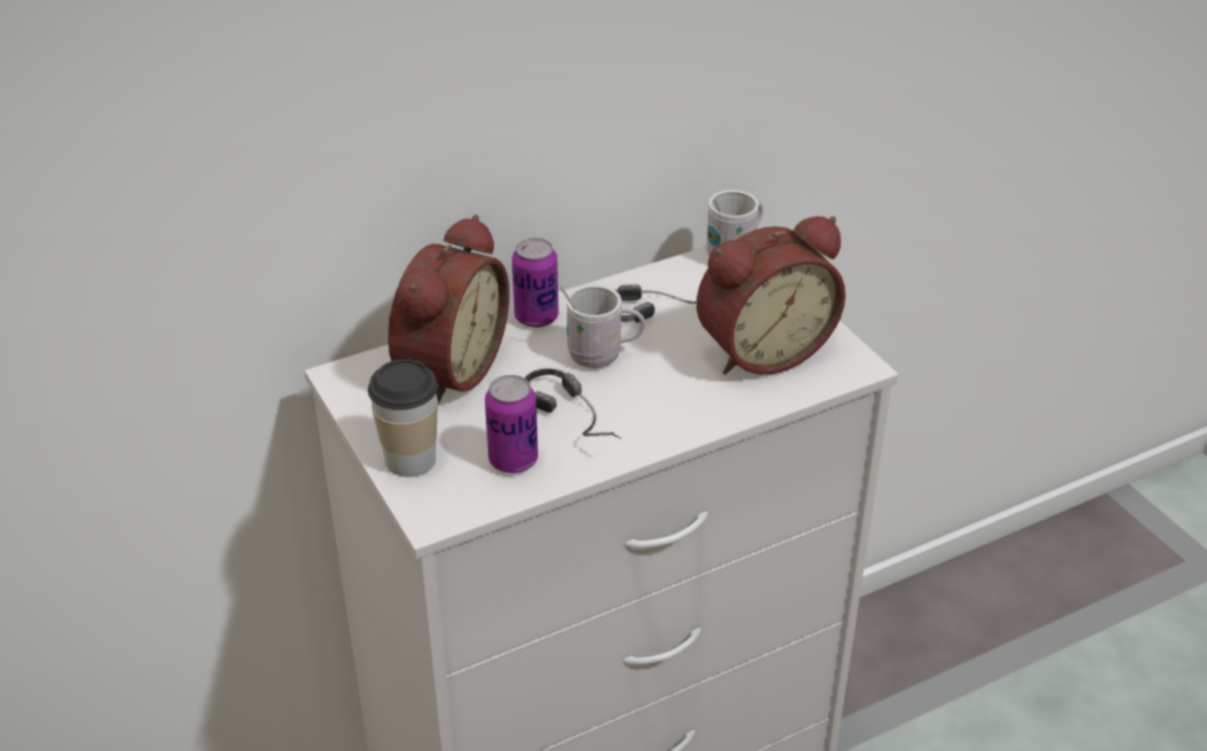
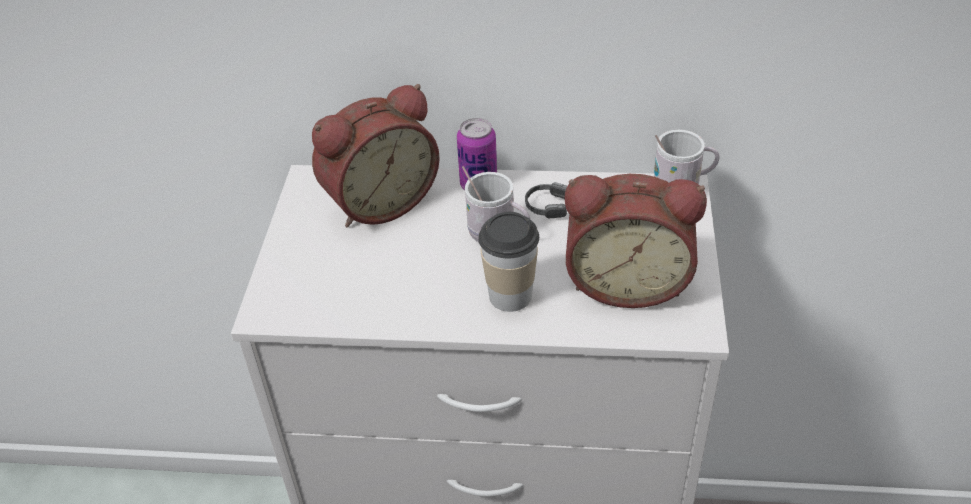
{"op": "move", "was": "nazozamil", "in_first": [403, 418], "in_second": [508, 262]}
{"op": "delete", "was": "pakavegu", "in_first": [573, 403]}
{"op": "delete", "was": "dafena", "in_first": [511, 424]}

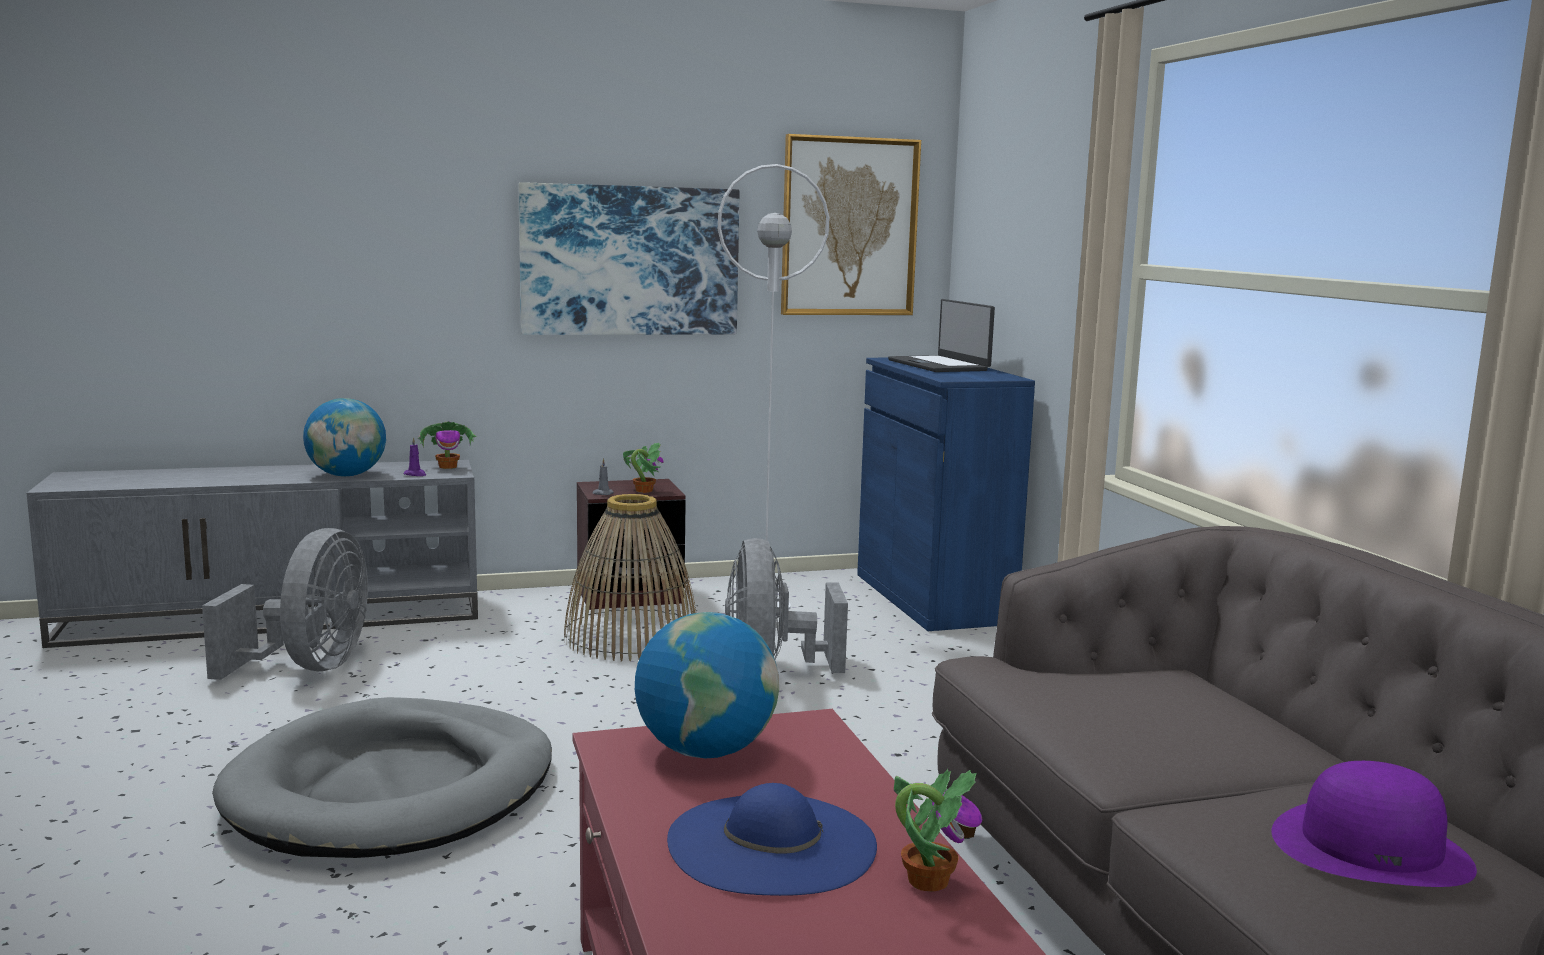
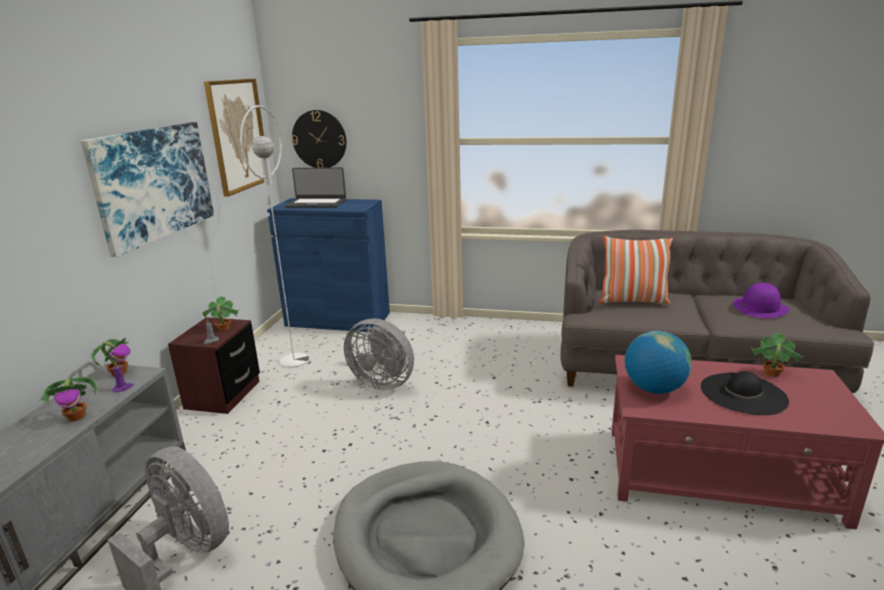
{"op": "replace", "was": "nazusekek", "now": "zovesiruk", "in_first": [344, 437], "in_second": [69, 399]}
{"op": "delete", "was": "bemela", "in_first": [630, 578]}
{"op": "recolor", "was": "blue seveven", "now": "black seveven", "in_first": [772, 839], "in_second": [745, 393]}
{"op": "insert", "now": "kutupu", "in_second": [319, 139]}
{"op": "insert", "now": "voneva", "in_second": [636, 270]}

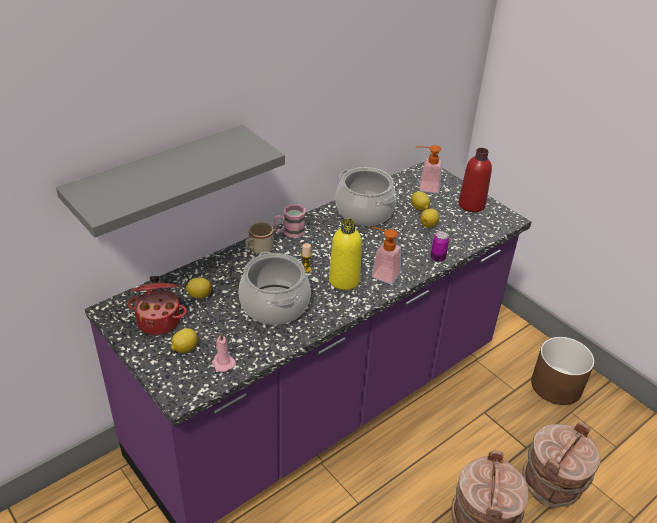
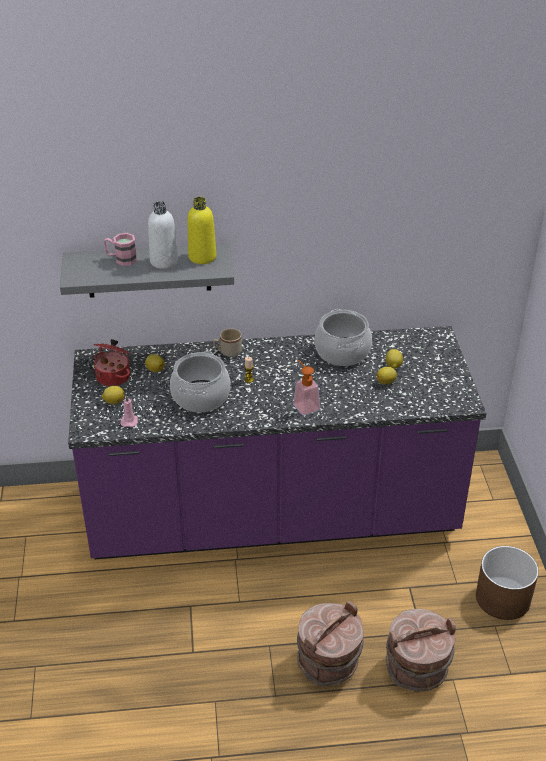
{"op": "delete", "was": "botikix", "in_first": [429, 169]}
{"op": "delete", "was": "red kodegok", "in_first": [475, 180]}
{"op": "move", "was": "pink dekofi", "in_first": [289, 221], "in_second": [120, 249]}
{"op": "move", "was": "yellow kodegok", "in_first": [345, 254], "in_second": [201, 230]}
{"op": "delete", "was": "dafena", "in_first": [439, 246]}
{"op": "insert", "now": "white kodegok", "in_second": [163, 235]}

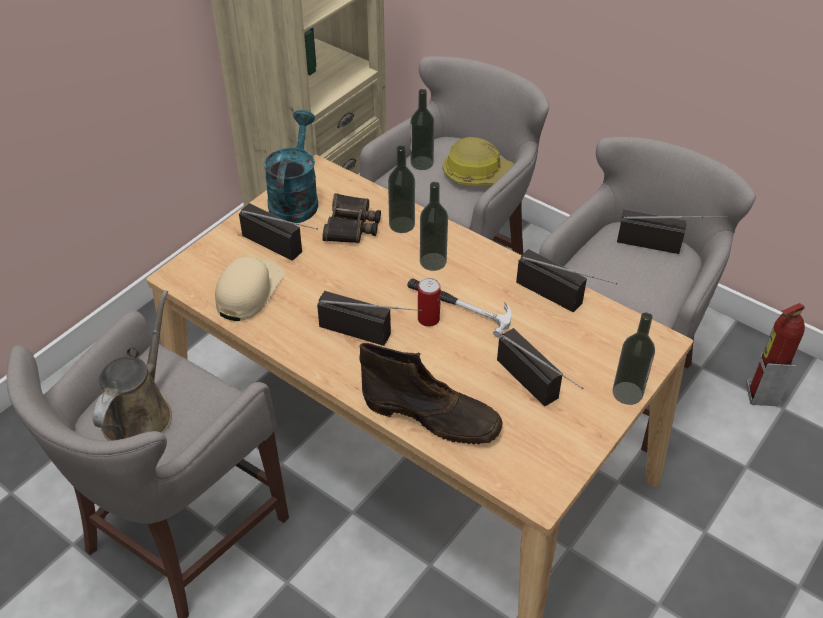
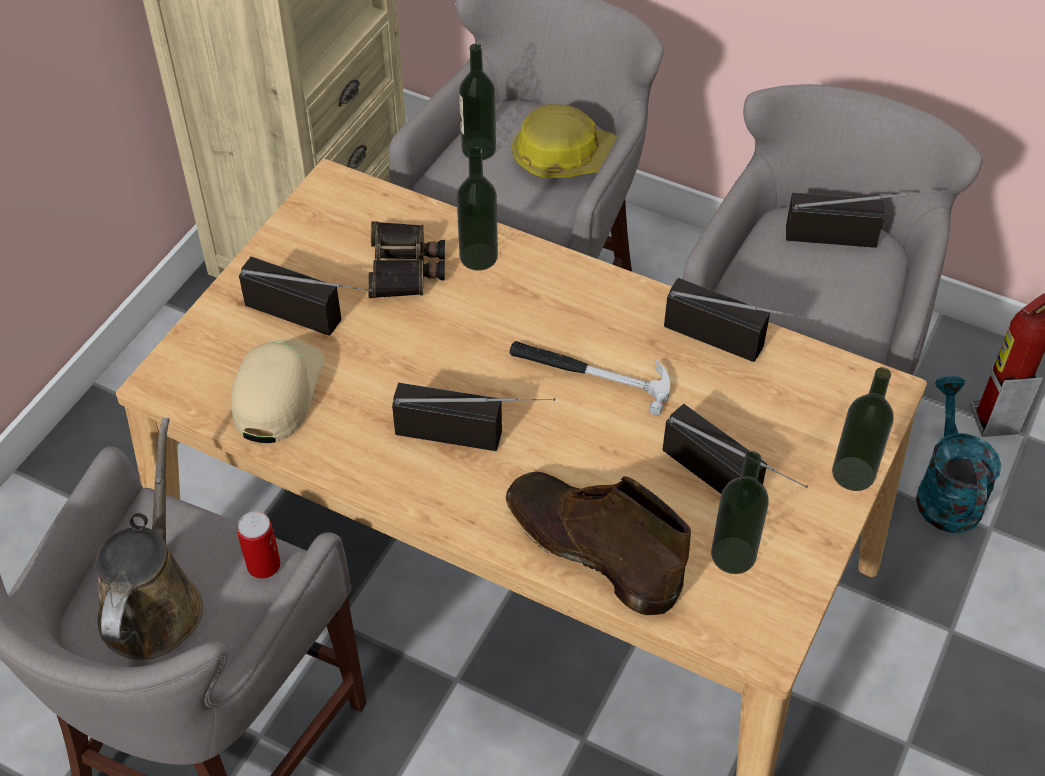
{"op": "move", "was": "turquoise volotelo", "in_first": [291, 166], "in_second": [958, 454]}
{"op": "move", "was": "kodegok", "in_first": [434, 226], "in_second": [740, 512]}
{"op": "move", "was": "dafena", "in_first": [429, 302], "in_second": [259, 545]}
{"op": "rotate", "was": "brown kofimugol", "in_first": [431, 394], "in_second": [598, 543], "clockwise": -150}

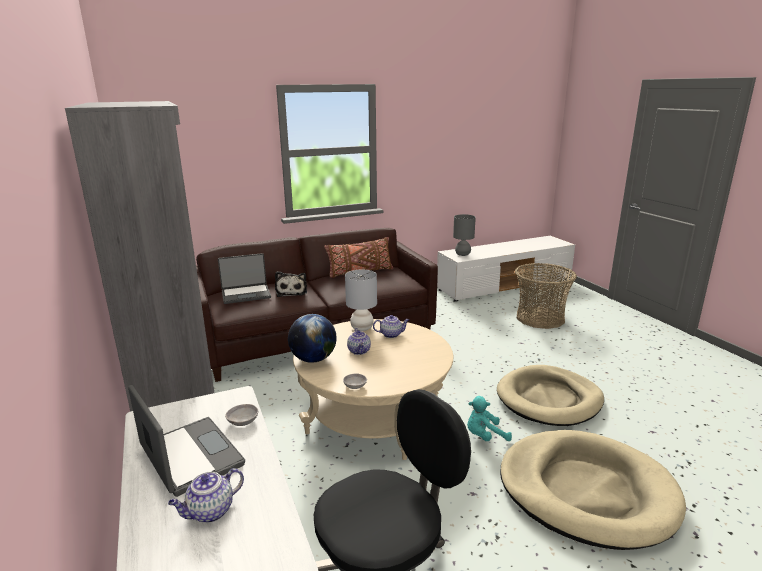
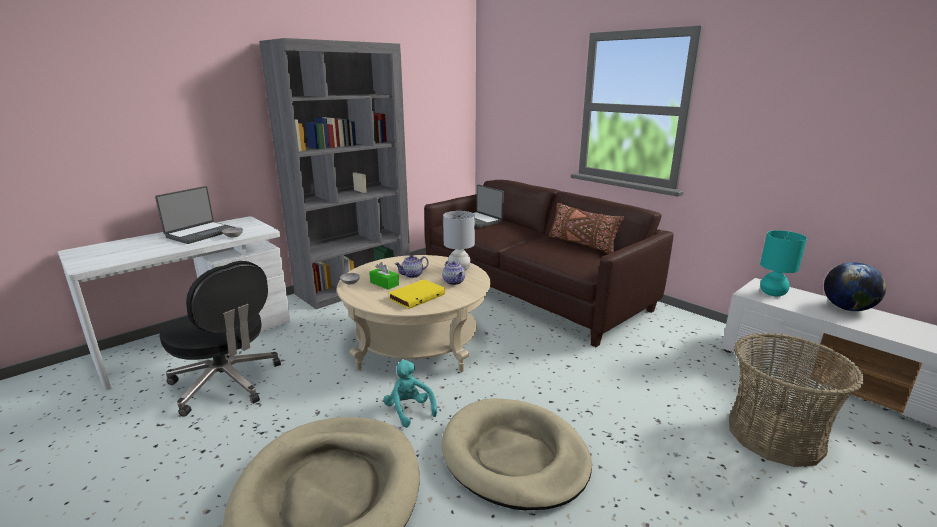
{"op": "recolor", "was": "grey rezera", "now": "turquoise rezera", "in_first": [464, 235], "in_second": [783, 263]}
{"op": "delete", "was": "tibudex", "in_first": [291, 284]}
{"op": "move", "was": "nazusekek", "in_first": [312, 338], "in_second": [855, 286]}
{"op": "delete", "was": "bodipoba", "in_first": [206, 495]}
{"op": "insert", "now": "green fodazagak", "in_second": [384, 276]}
{"op": "insert", "now": "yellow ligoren", "in_second": [416, 294]}

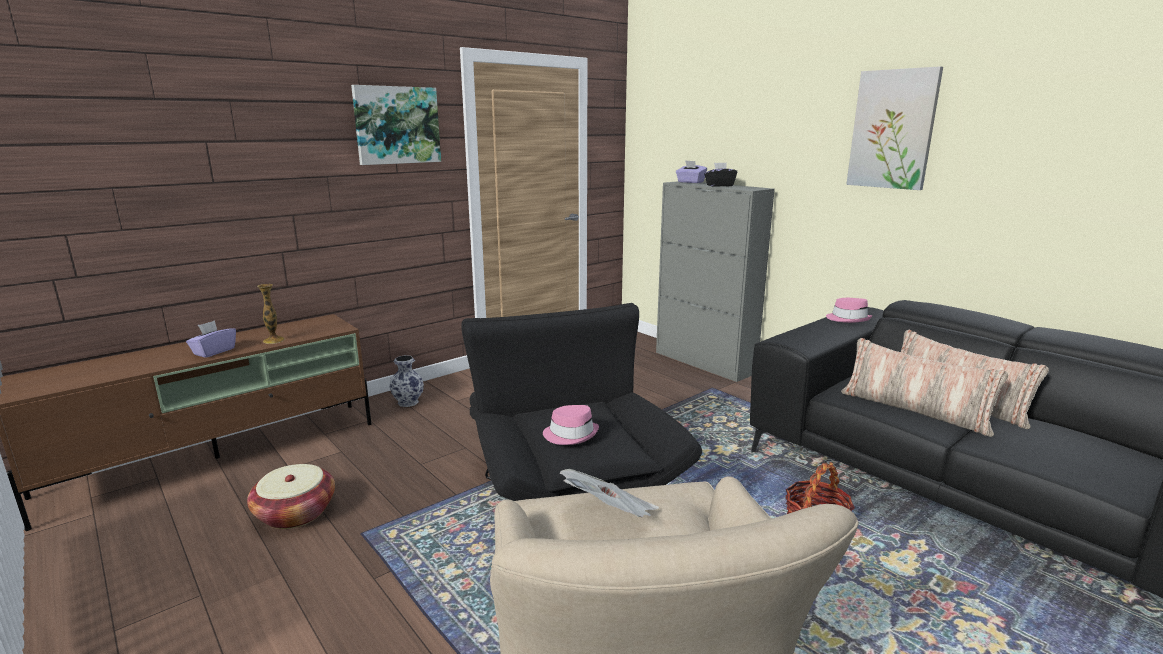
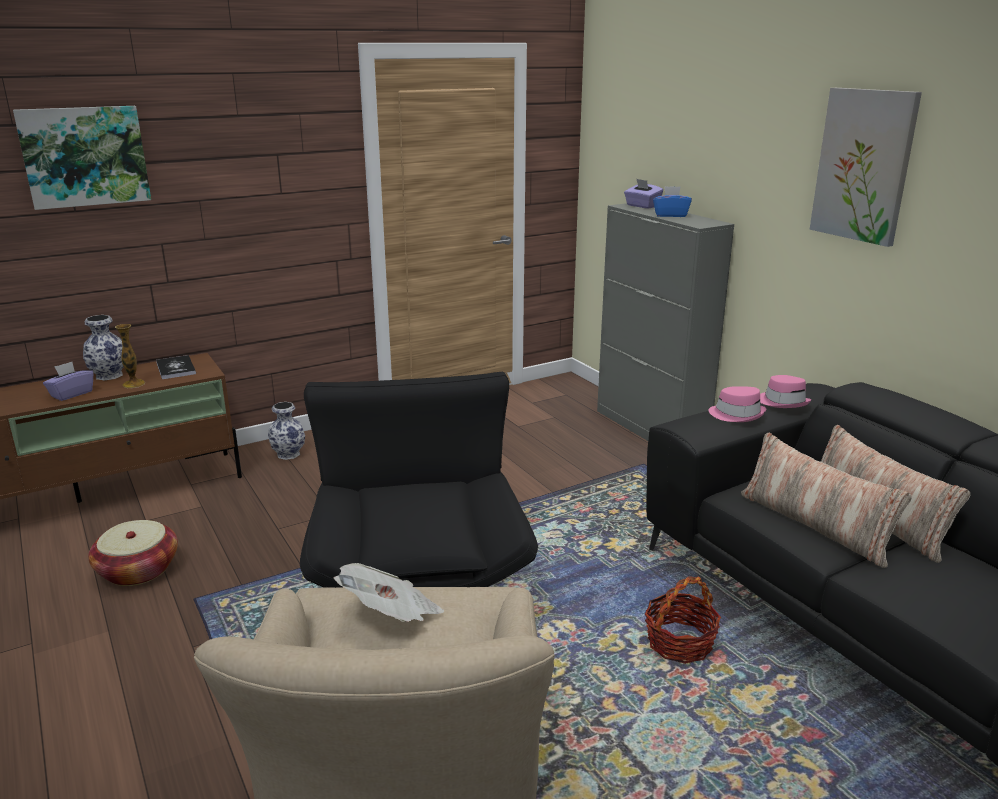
{"op": "move", "was": "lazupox", "in_first": [396, 125], "in_second": [82, 158]}
{"op": "recolor", "was": "black fodazagak", "now": "blue fodazagak", "in_first": [720, 174], "in_second": [672, 201]}
{"op": "move", "was": "pink seveven", "in_first": [571, 425], "in_second": [737, 404]}
{"op": "insert", "now": "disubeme", "in_second": [103, 348]}
{"op": "insert", "now": "ligoren", "in_second": [176, 367]}

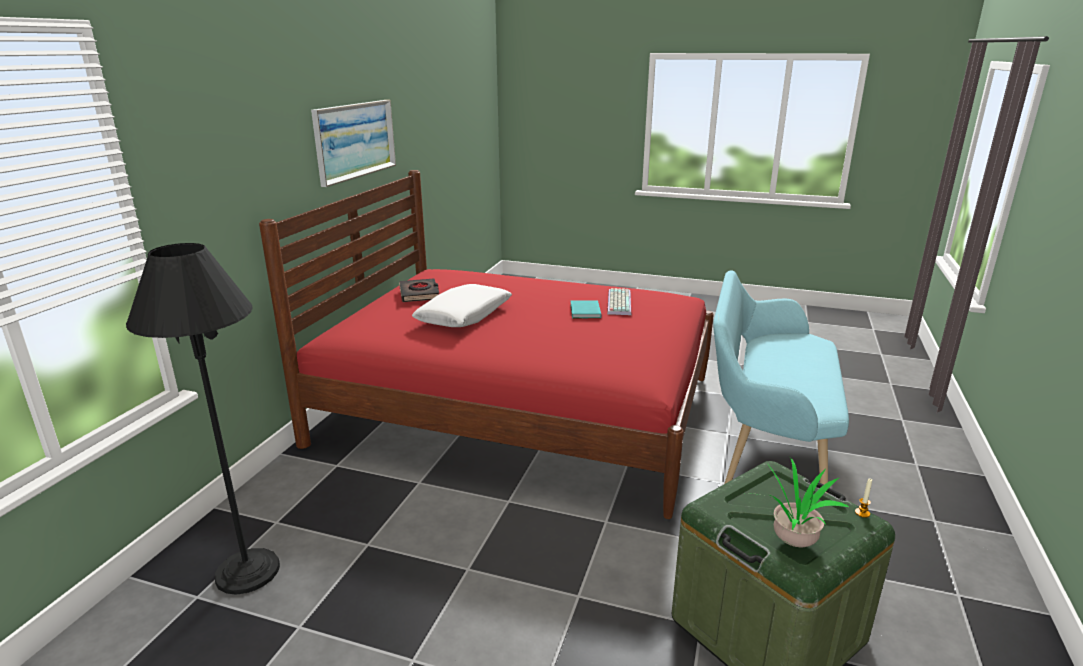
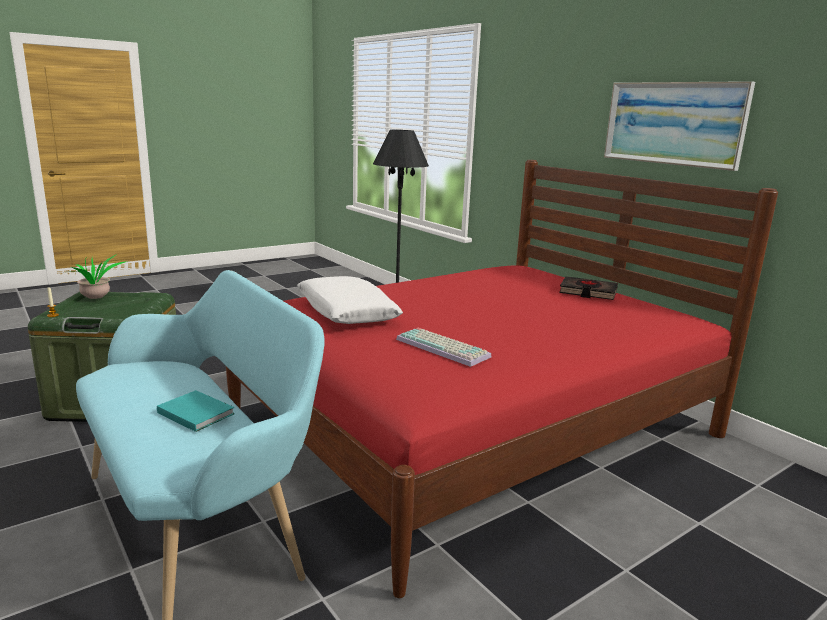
{"op": "move", "was": "white voneva", "in_first": [462, 305], "in_second": [350, 300]}
{"op": "move", "was": "turquoise ligoren", "in_first": [585, 309], "in_second": [196, 411]}

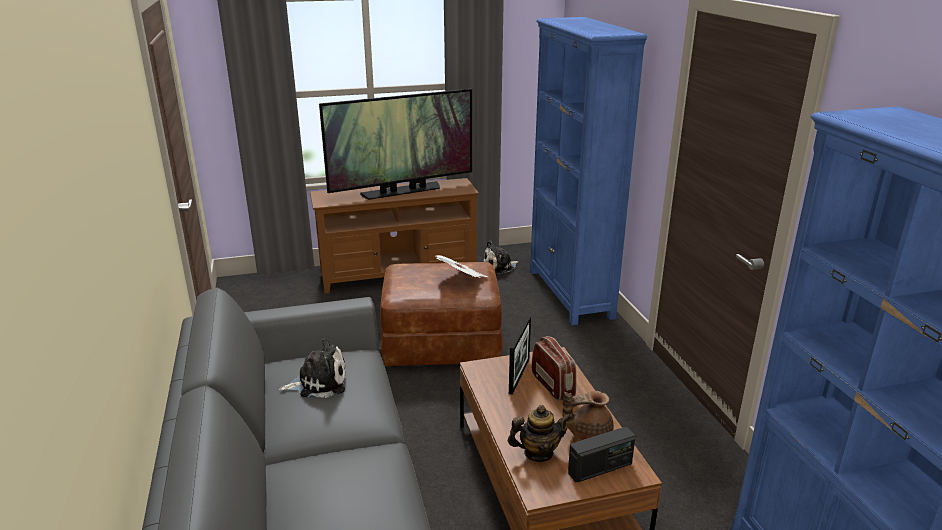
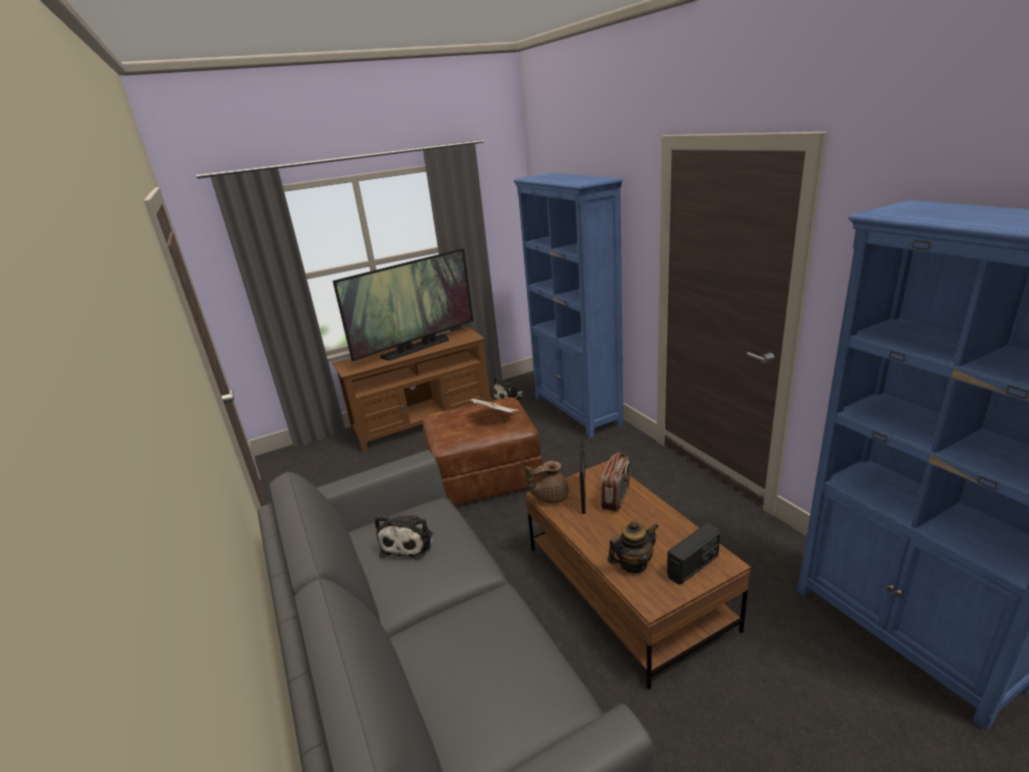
{"op": "rotate", "was": "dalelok", "in_first": [553, 368], "in_second": [615, 482], "clockwise": 60}
{"op": "rotate", "was": "tibudex", "in_first": [312, 368], "in_second": [404, 536], "clockwise": 120}
{"op": "move", "was": "brown bodipoba", "in_first": [588, 416], "in_second": [546, 482]}

